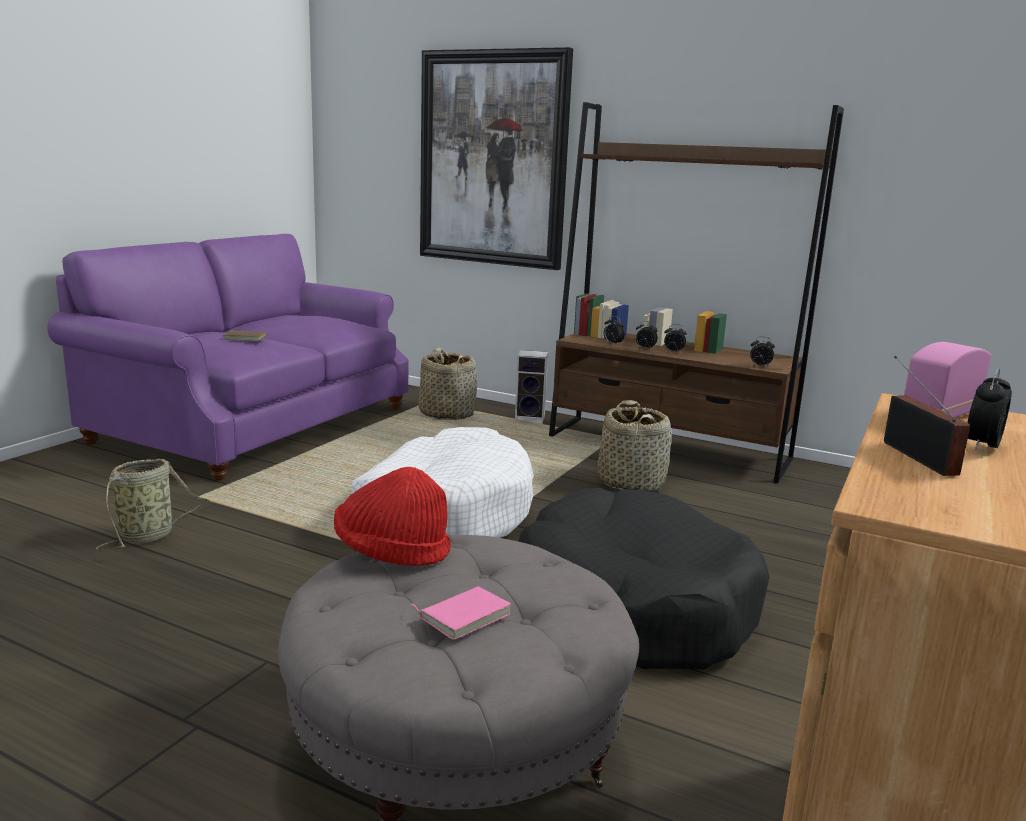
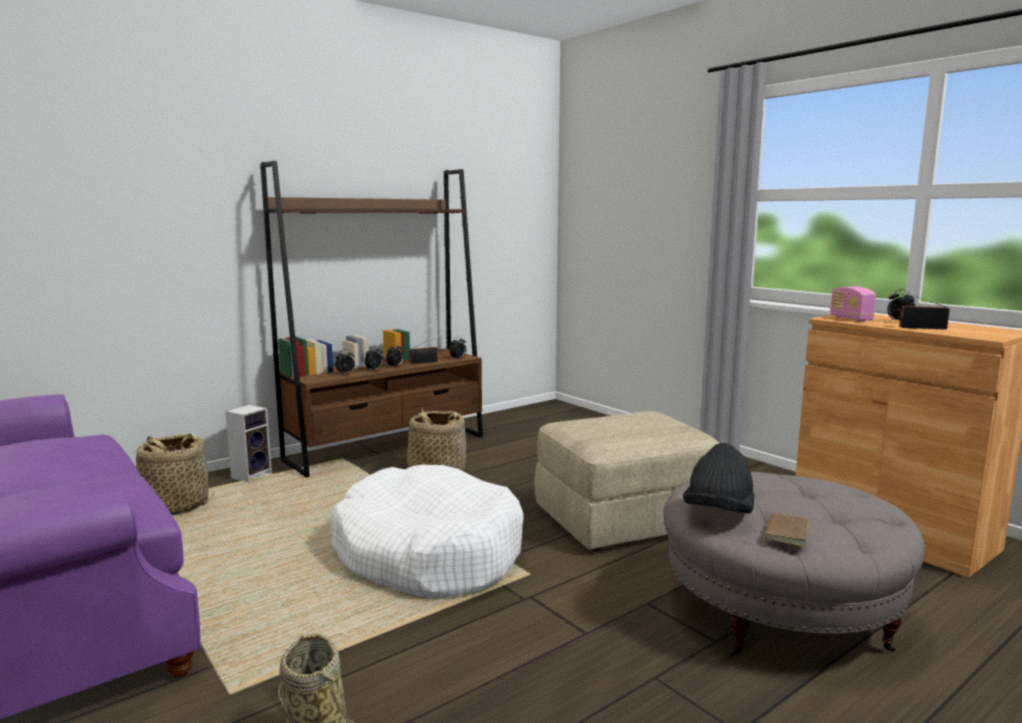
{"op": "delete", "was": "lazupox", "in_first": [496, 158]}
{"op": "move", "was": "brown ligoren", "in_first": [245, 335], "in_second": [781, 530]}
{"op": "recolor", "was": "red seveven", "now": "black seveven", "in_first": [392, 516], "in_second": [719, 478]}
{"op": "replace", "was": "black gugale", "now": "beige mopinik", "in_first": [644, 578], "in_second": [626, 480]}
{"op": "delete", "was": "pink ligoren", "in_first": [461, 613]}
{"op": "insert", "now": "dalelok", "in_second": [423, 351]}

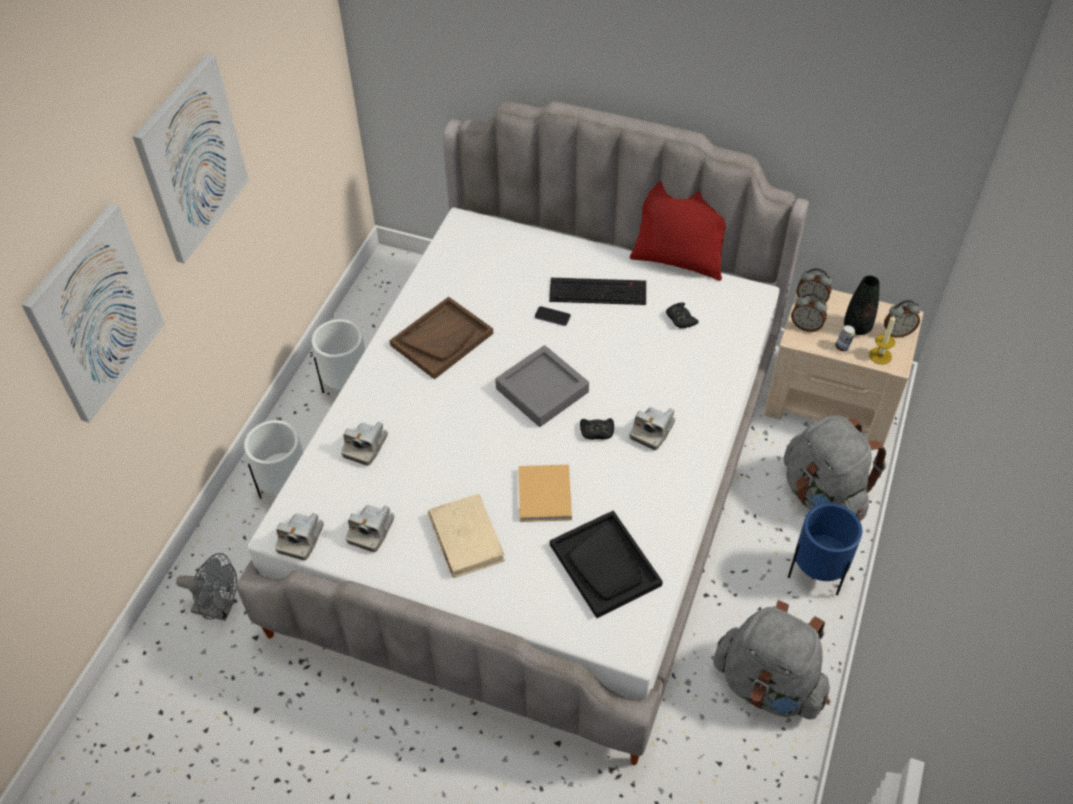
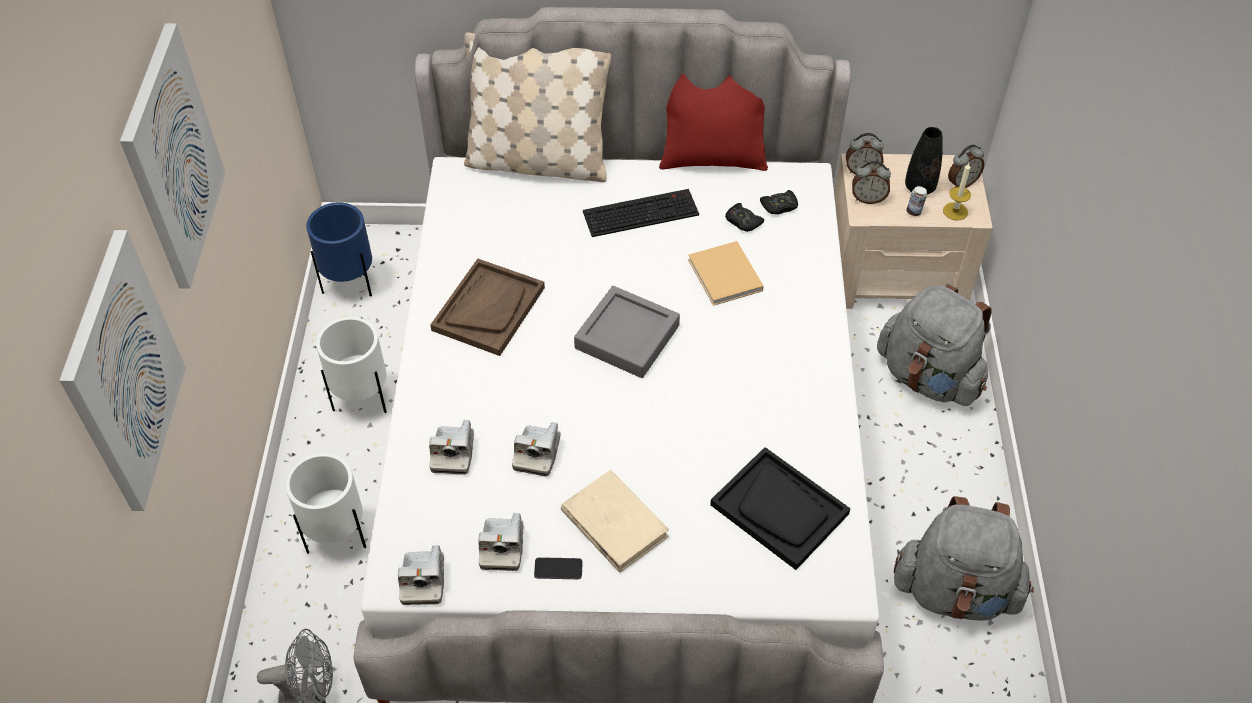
{"op": "move", "was": "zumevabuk", "in_first": [553, 316], "in_second": [558, 568]}
{"op": "move", "was": "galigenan", "in_first": [653, 428], "in_second": [536, 449]}
{"op": "move", "was": "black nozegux", "in_first": [597, 429], "in_second": [779, 202]}
{"op": "move", "was": "beige ligoren", "in_first": [545, 493], "in_second": [726, 273]}
{"op": "move", "was": "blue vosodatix", "in_first": [825, 549], "in_second": [339, 249]}
{"op": "insert", "now": "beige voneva", "in_second": [537, 107]}

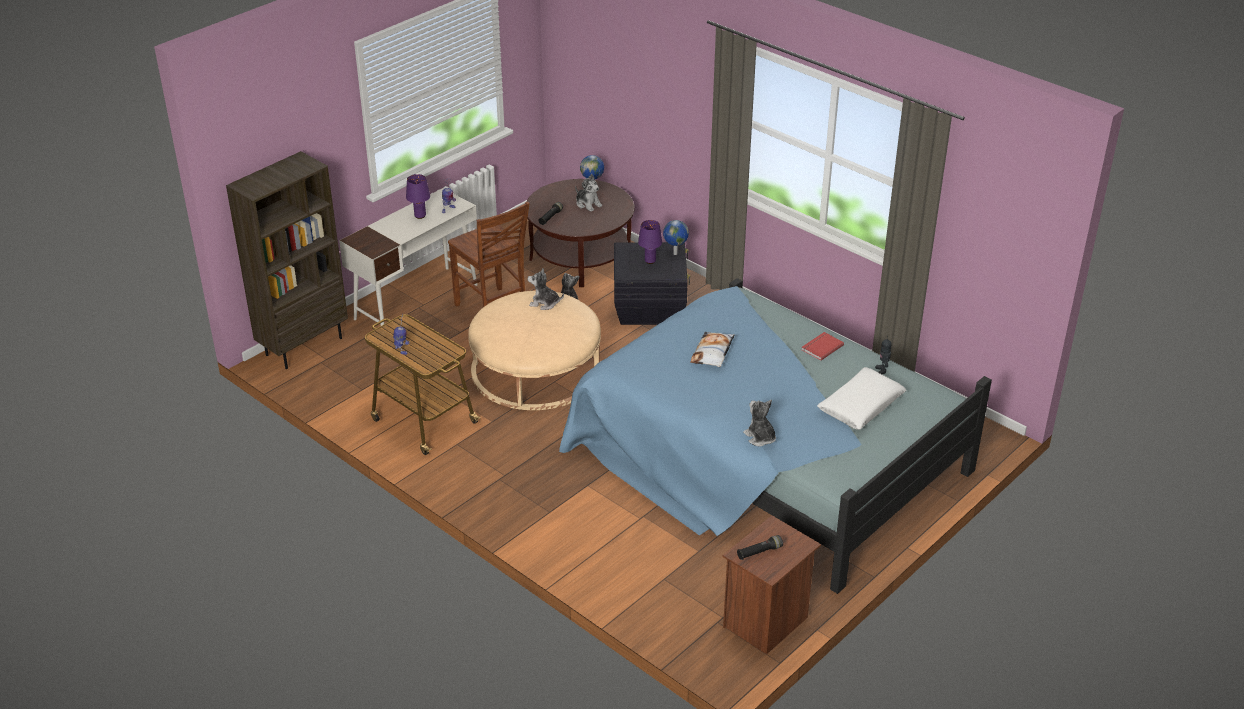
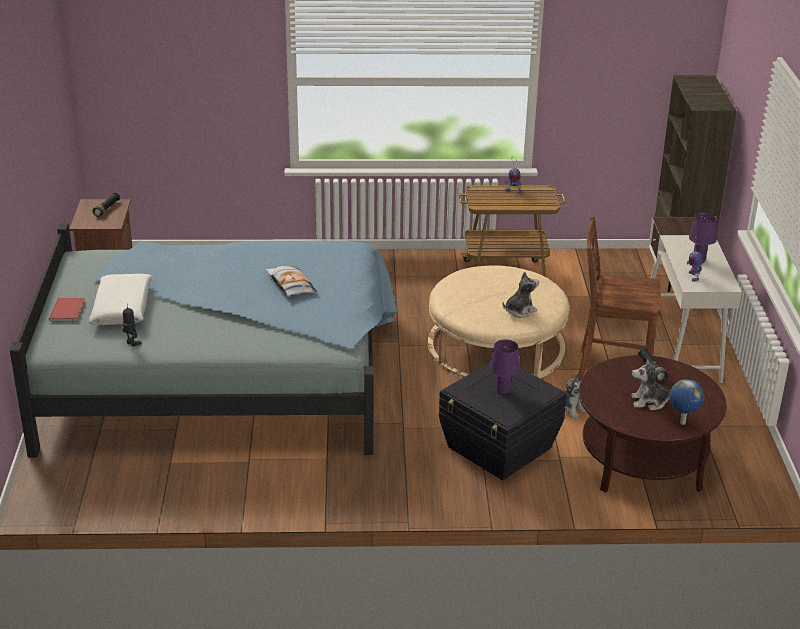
{"op": "delete", "was": "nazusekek", "in_first": [676, 237]}
{"op": "move", "was": "red ligoren", "in_first": [823, 346], "in_second": [67, 310]}
{"op": "delete", "was": "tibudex", "in_first": [759, 423]}

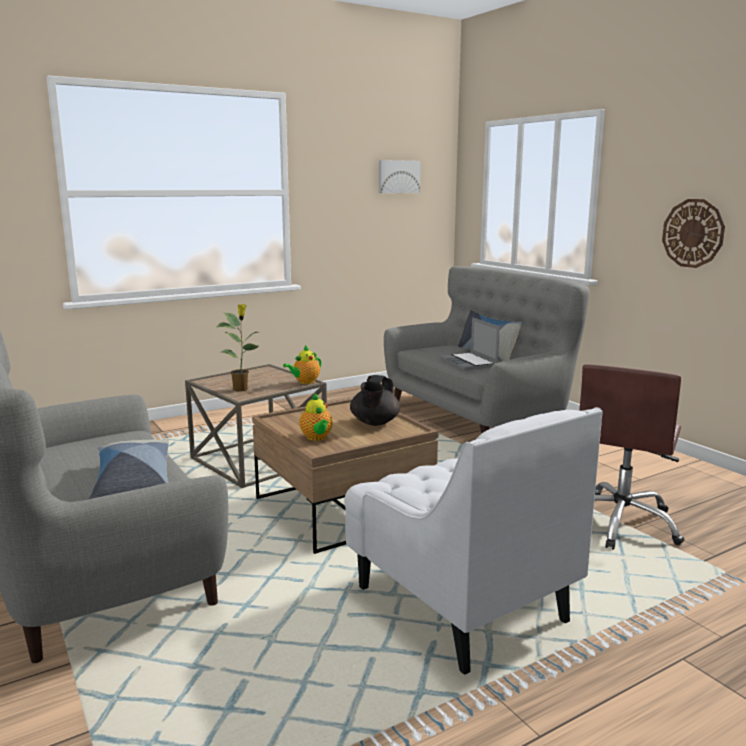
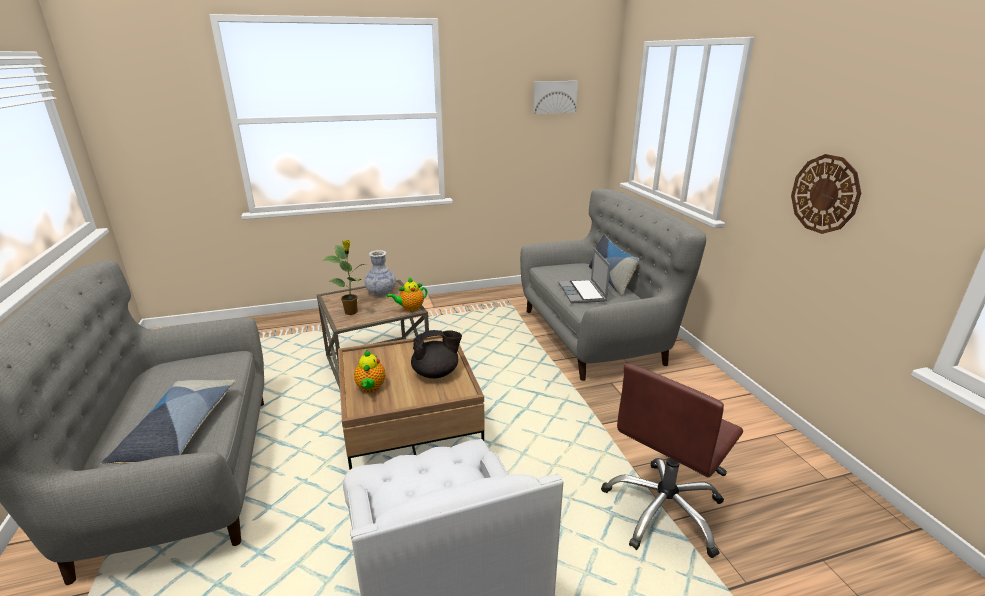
{"op": "rotate", "was": "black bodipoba", "in_first": [375, 400], "in_second": [436, 354], "clockwise": -135}
{"op": "insert", "now": "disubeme", "in_second": [380, 273]}

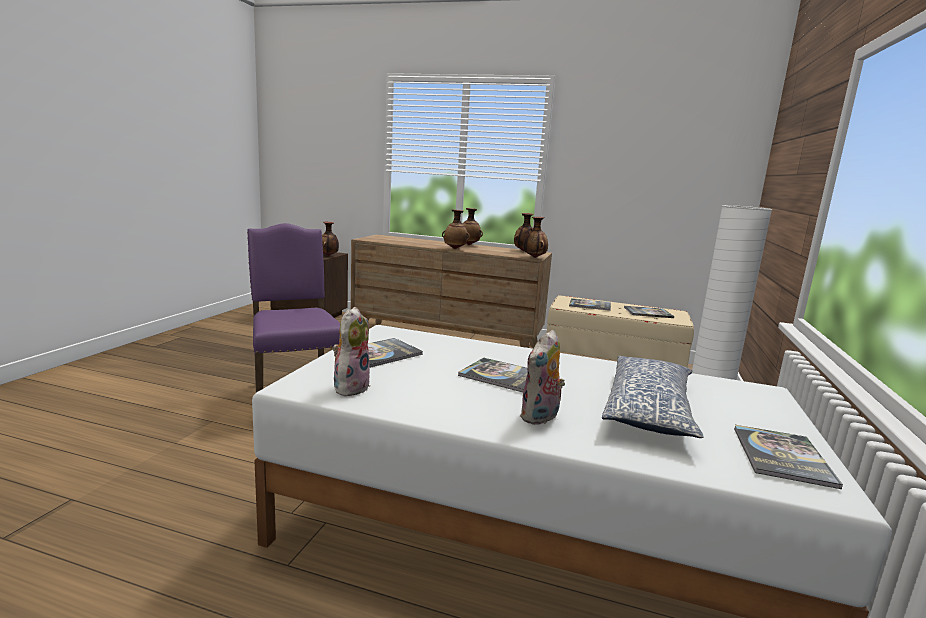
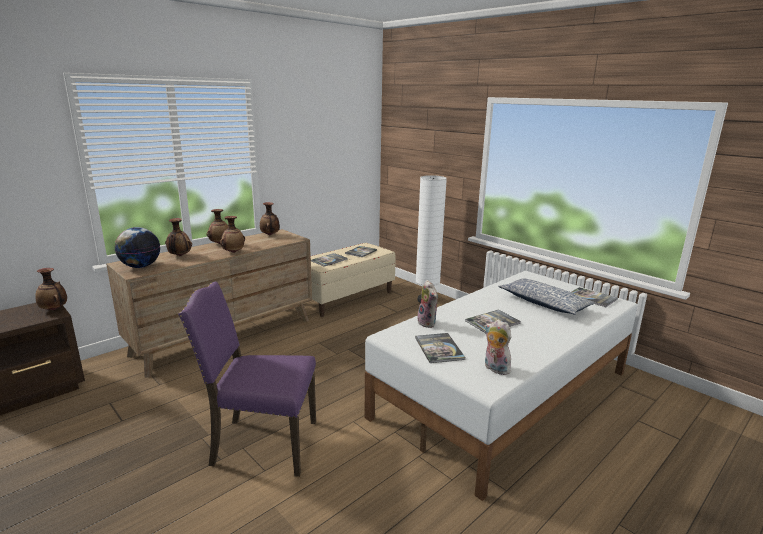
{"op": "move", "was": "disubeme", "in_first": [535, 237], "in_second": [178, 237]}
{"op": "move", "was": "tibudex", "in_first": [542, 377], "in_second": [427, 304]}
{"op": "insert", "now": "nazusekek", "in_second": [137, 247]}

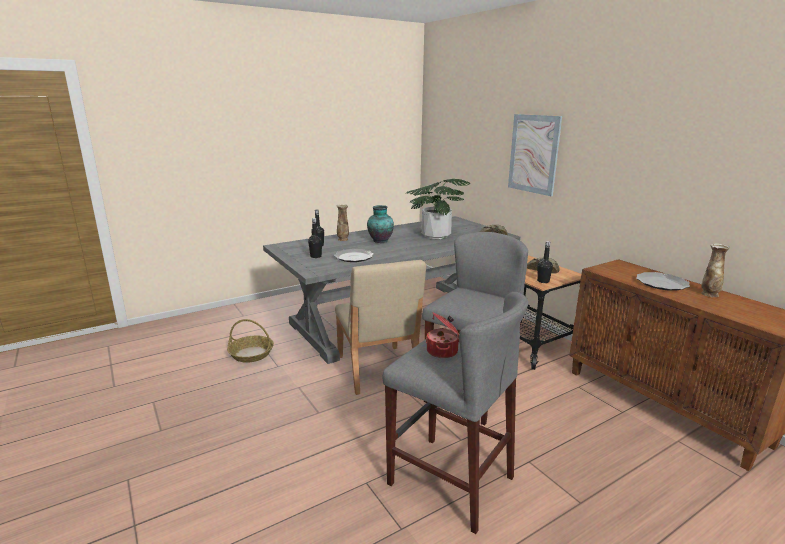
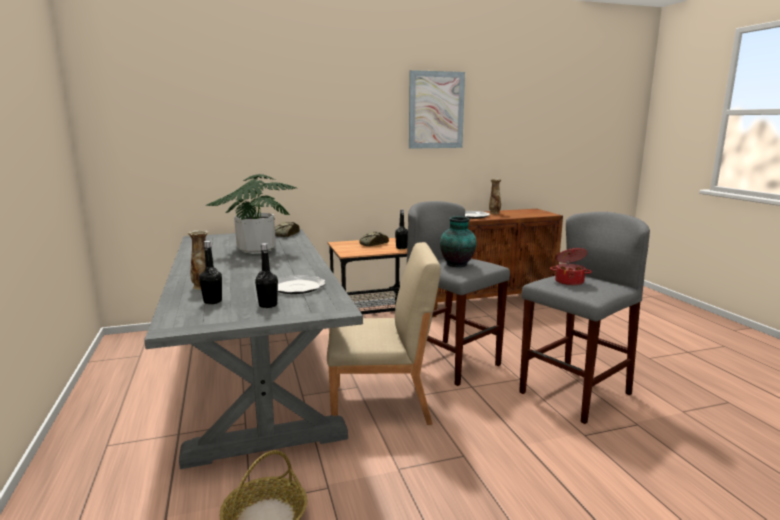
{"op": "move", "was": "lazupox", "in_first": [535, 155], "in_second": [437, 109]}
{"op": "move", "was": "disubeme", "in_first": [380, 224], "in_second": [458, 241]}

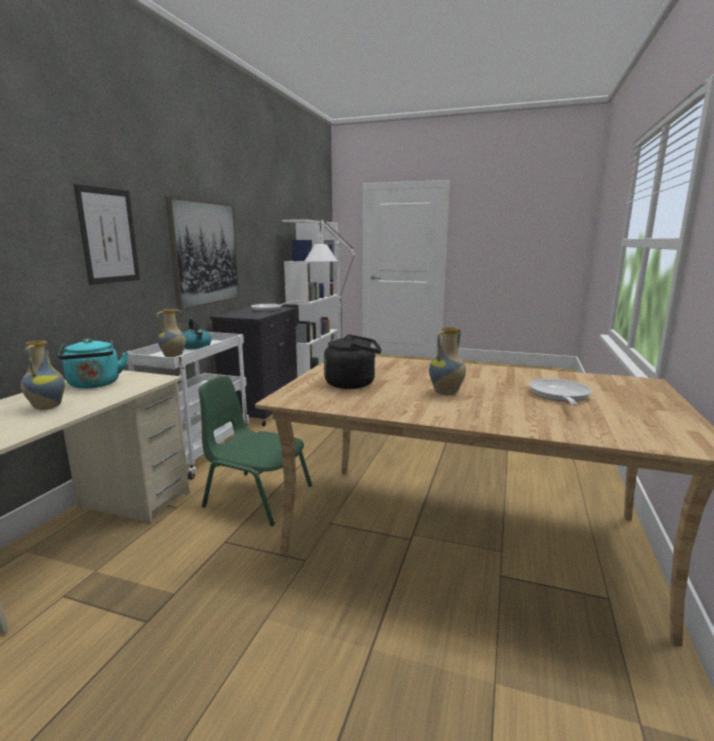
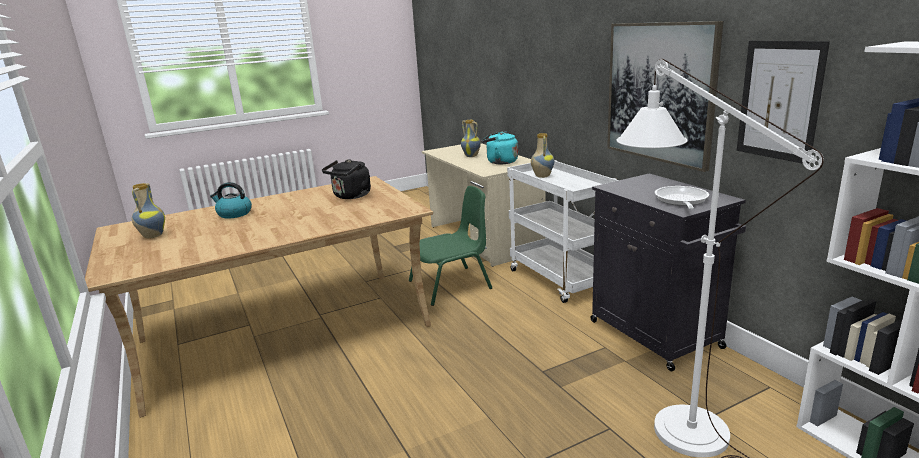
{"op": "move", "was": "lazupox", "in_first": [107, 234], "in_second": [783, 102]}
{"op": "move", "was": "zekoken", "in_first": [197, 333], "in_second": [231, 200]}
{"op": "move", "was": "disubeme", "in_first": [447, 361], "in_second": [148, 210]}
{"op": "delete", "was": "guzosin", "in_first": [560, 392]}

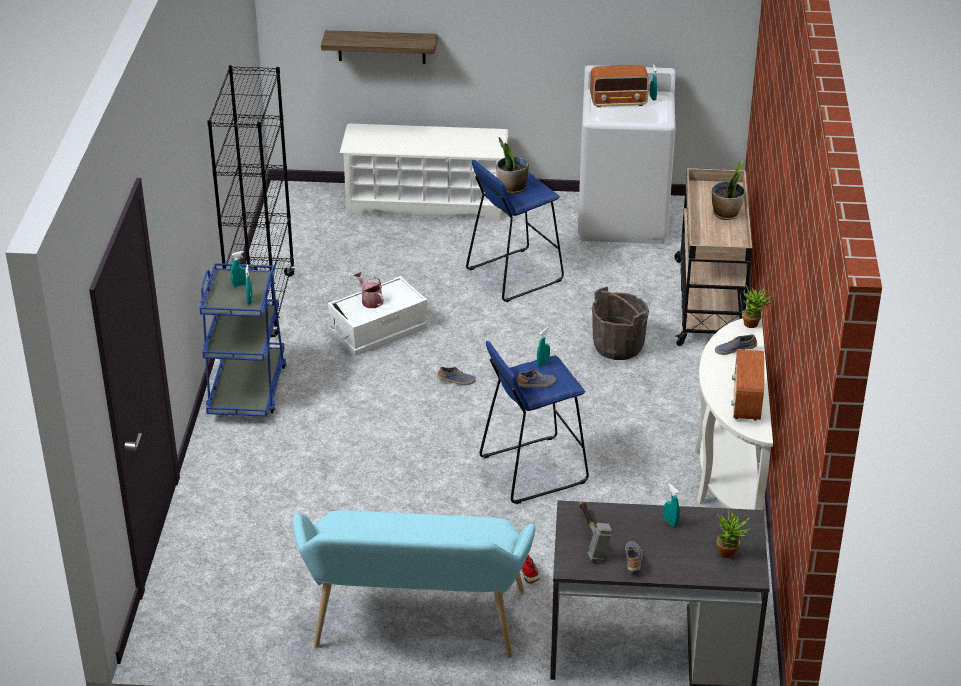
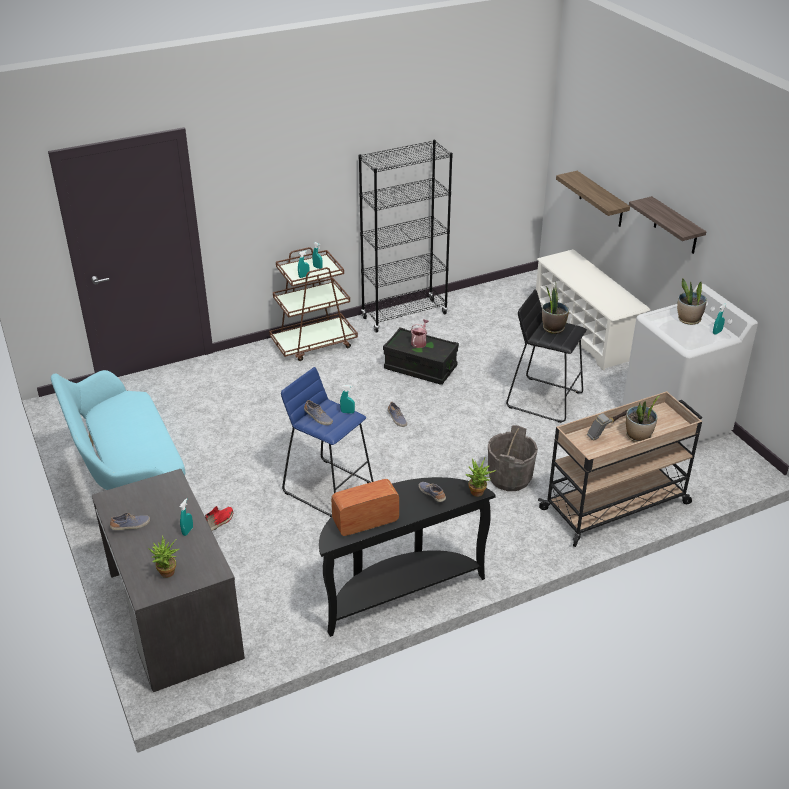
{"op": "replace", "was": "dalelok", "now": "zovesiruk", "in_first": [619, 86], "in_second": [692, 301]}
{"op": "recolor", "was": "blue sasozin", "now": "black sasozin", "in_first": [515, 231], "in_second": [546, 356]}
{"op": "recolor", "was": "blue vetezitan", "now": "brown vetezitan", "in_first": [243, 340], "in_second": [313, 304]}
{"op": "recolor", "was": "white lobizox", "now": "black lobizox", "in_first": [377, 316], "in_second": [421, 356]}
{"op": "recolor", "was": "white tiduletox", "now": "black tiduletox", "in_first": [734, 413], "in_second": [407, 557]}
{"op": "move", "was": "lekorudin", "in_first": [595, 531], "in_second": [607, 425]}
{"op": "insert", "now": "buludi", "in_second": [667, 225]}

